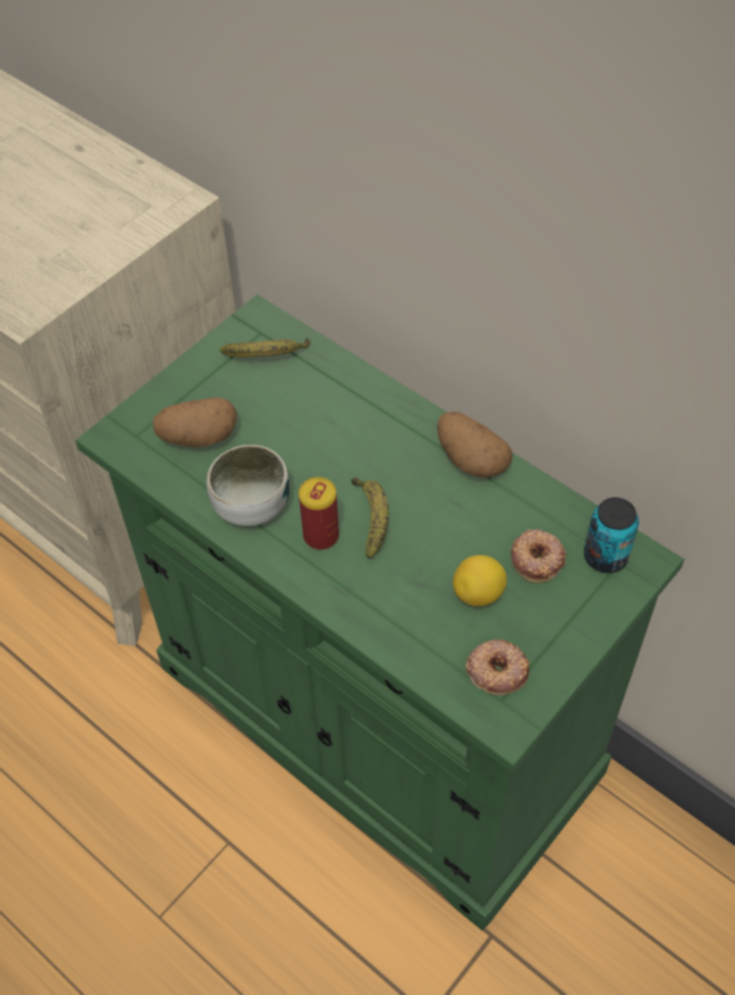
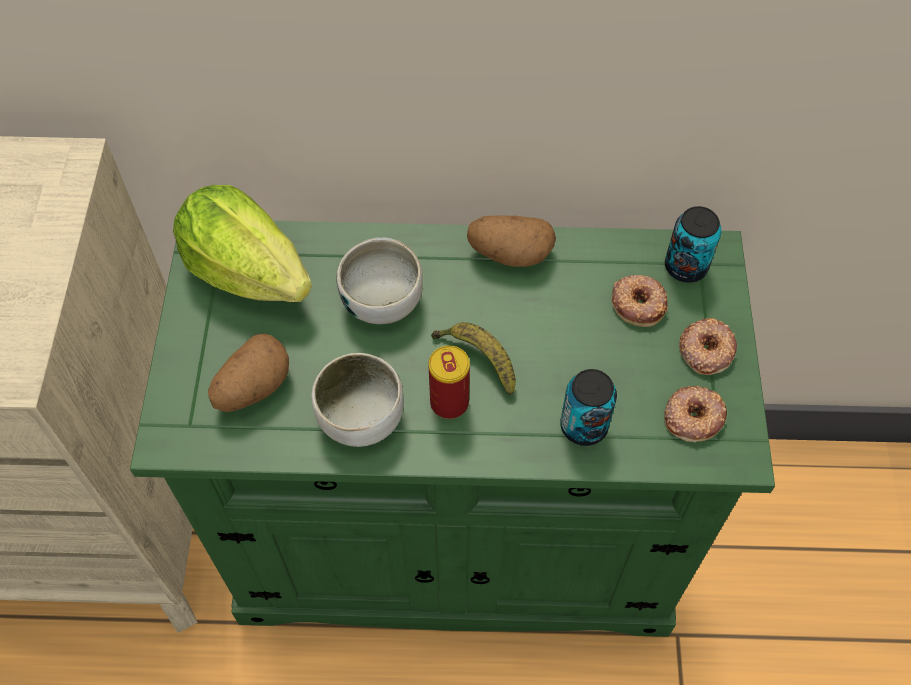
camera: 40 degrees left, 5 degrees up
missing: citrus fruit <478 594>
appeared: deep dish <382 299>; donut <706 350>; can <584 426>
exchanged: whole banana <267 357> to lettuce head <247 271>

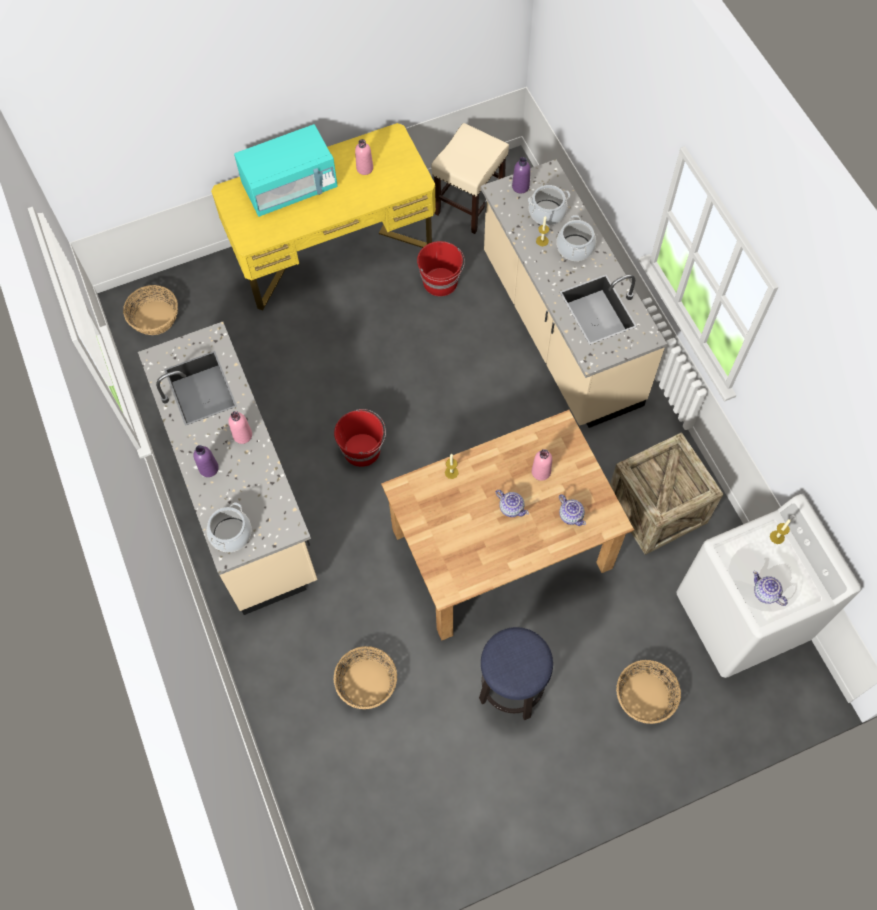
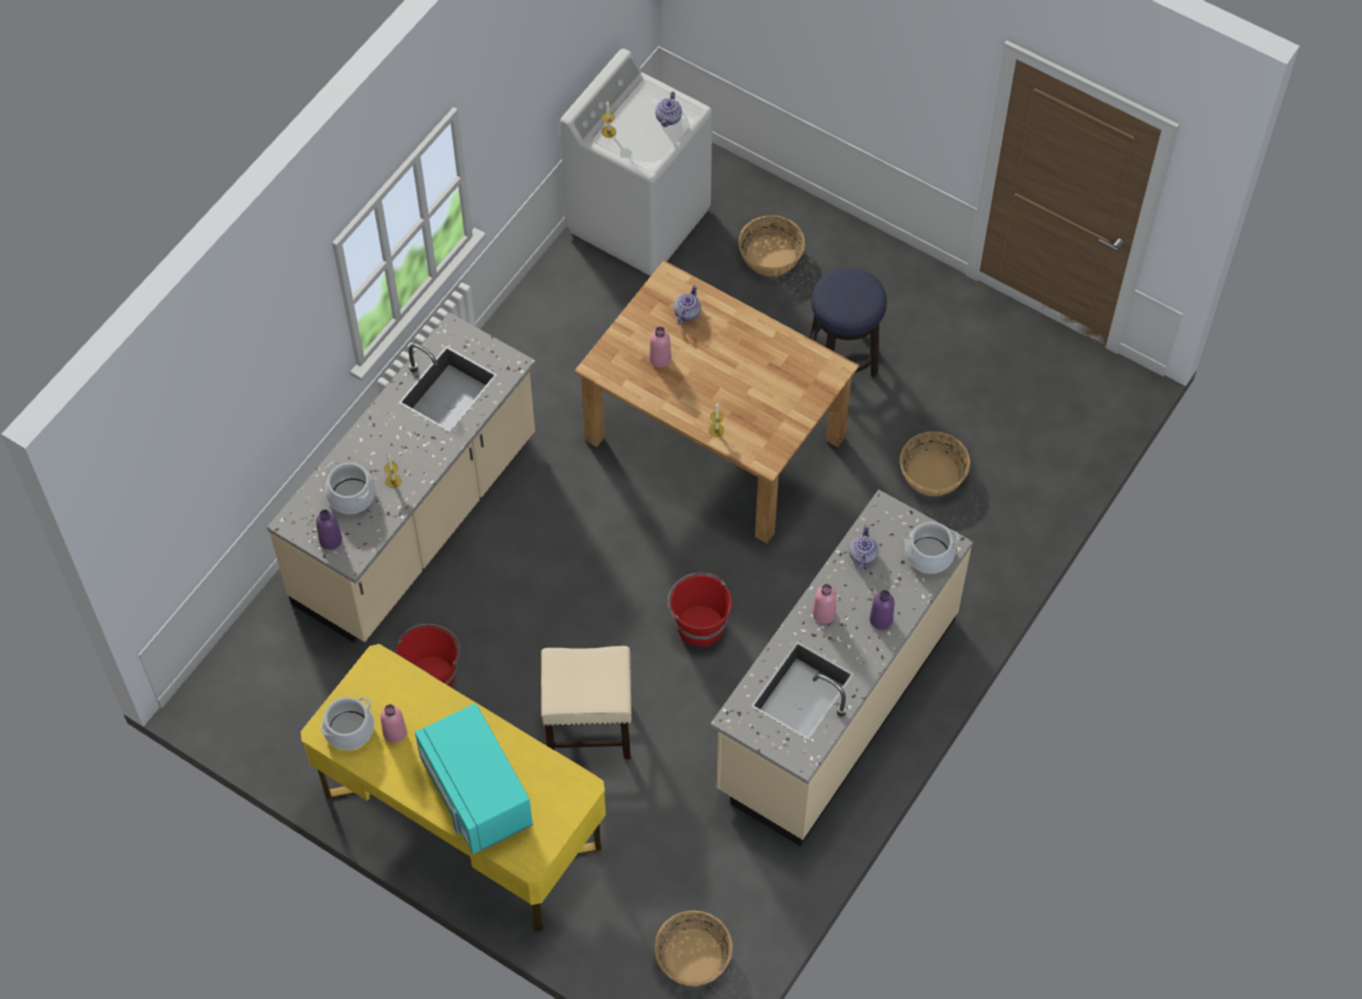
camera: 125 degrees left, 5 degrees down
missing: shipping crate <656 508>
relocated: sitting stool (beige-coloured) <469 205> to <590 728>; cooking pot <575 248> to <349 730>; tea pot <511 507> to <862 556>
spun: microwave (turquoise-coloured) <290 188> = <476 794> 150 degrees counterclockwise

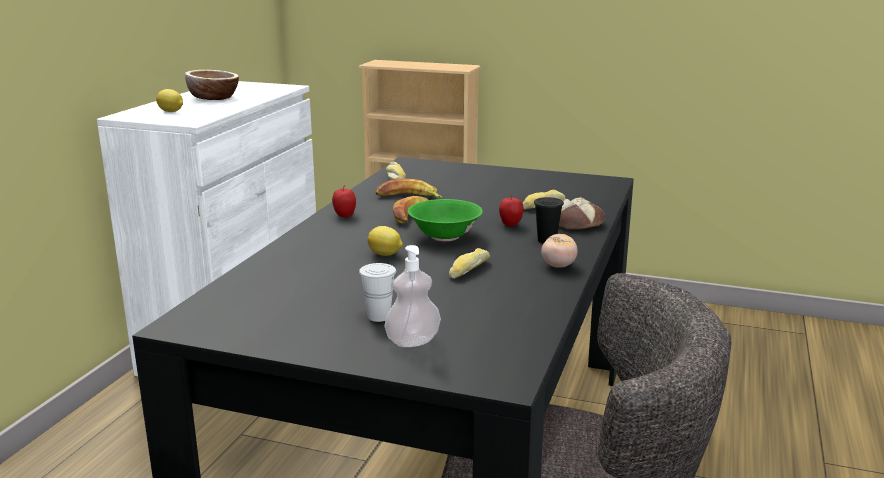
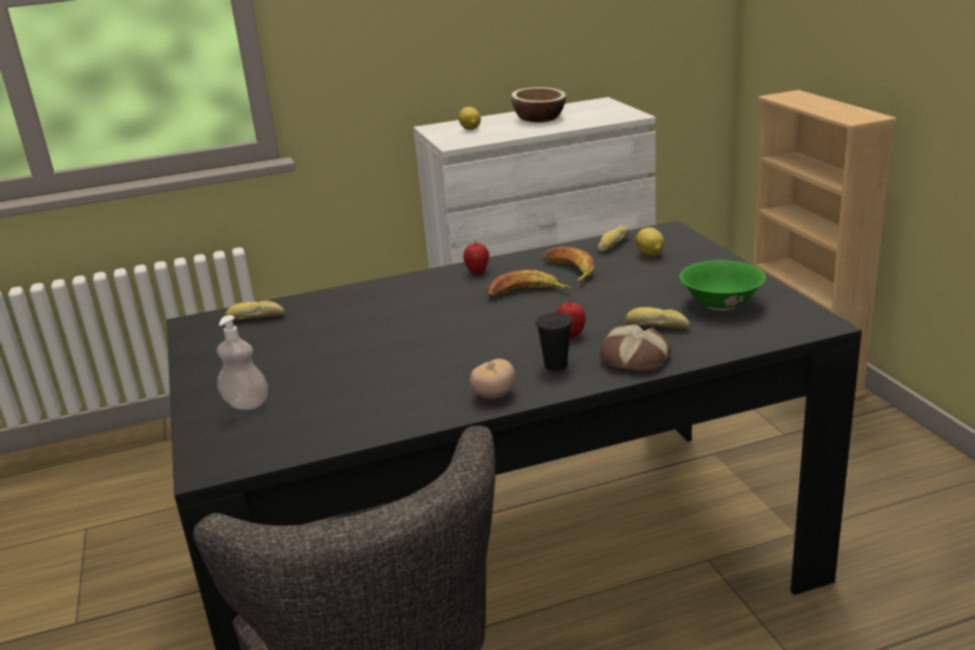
camera: 55 degrees right, 5 degrees up
missing: cup (white-coloured) <379 316>
relocated: deep dish (greenish) <445 236> to <721 304>; citrus fruit <385 254> to <650 254>; baked bread <468 269> to <256 317>

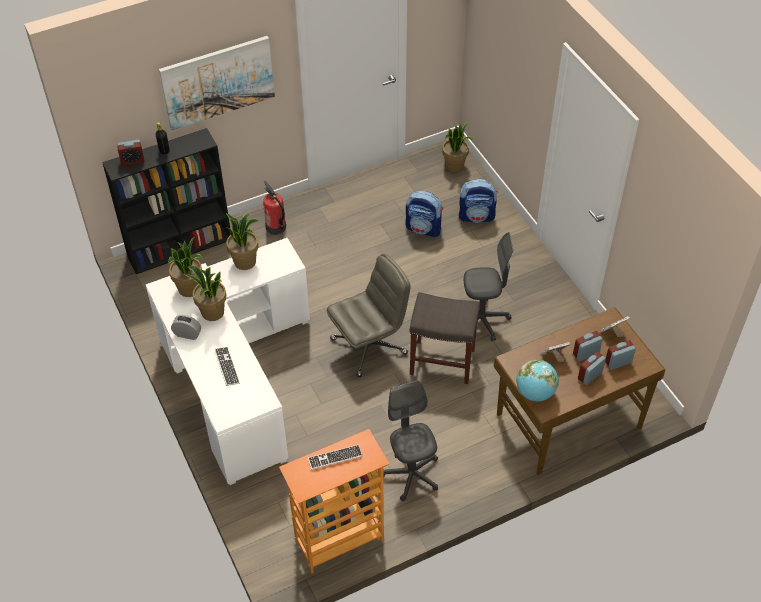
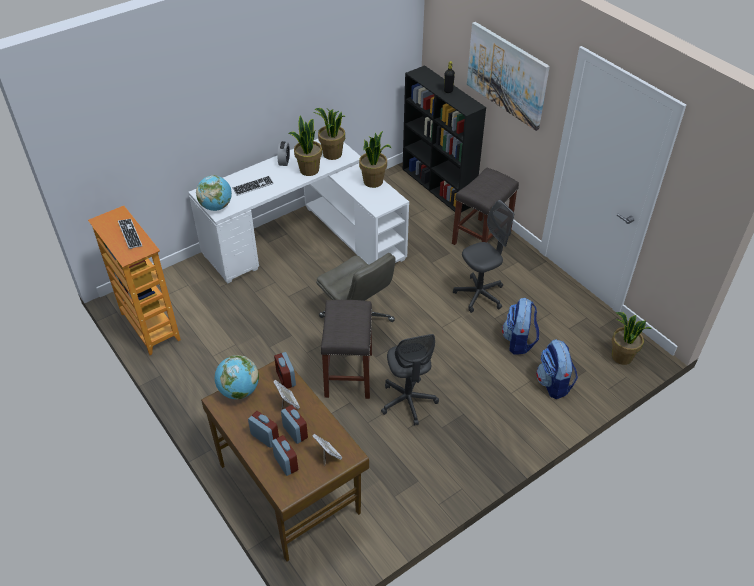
camera: 80 degrees right, 5 degrees down
appeared: world globe <216 206>
relocated: alarm clock <132 161> to <286 378>; computer chair (greyish) <411 474> to <479 295>
exchanged: extinguisher <276 227> to sitting stool (greyish) <481 238>

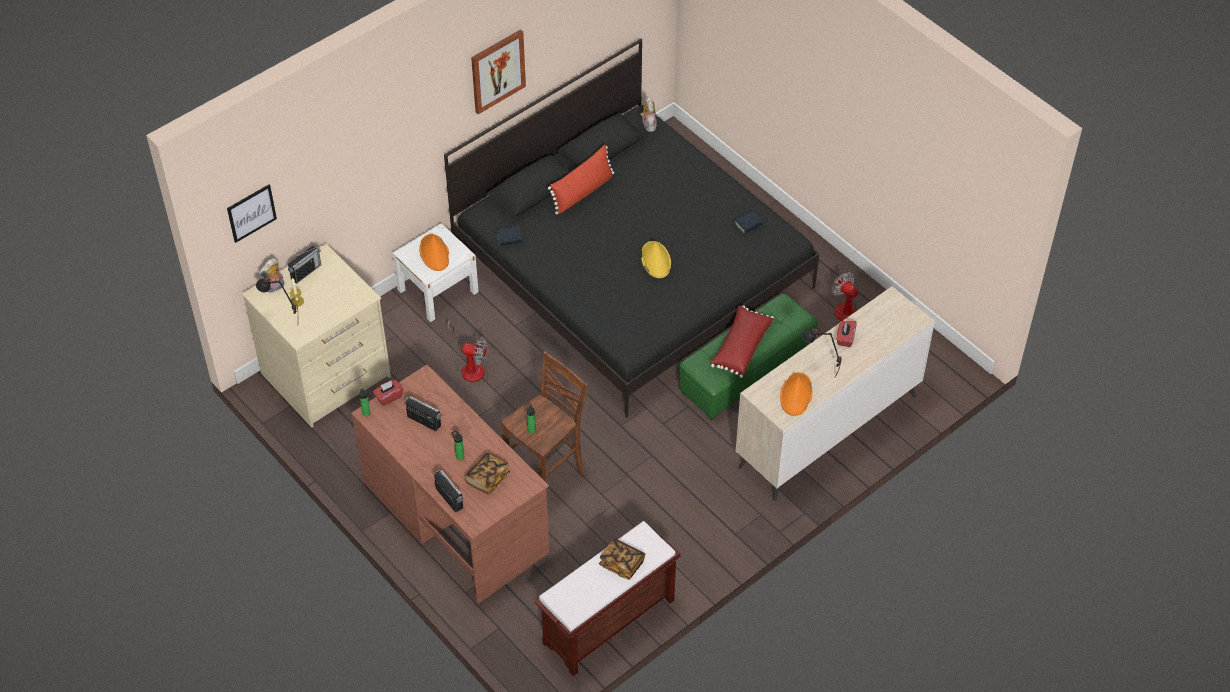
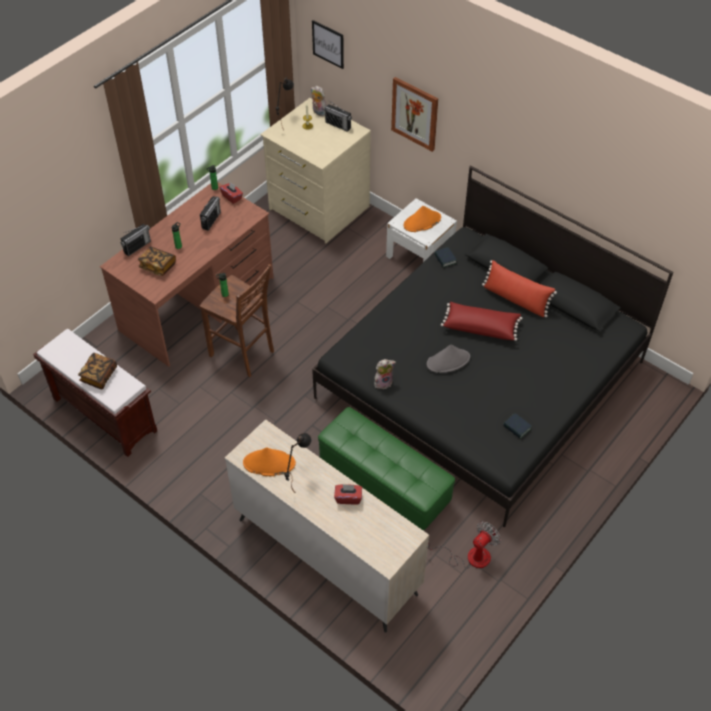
camera: 80 degrees right, 0 degrees up
missing: fan <469 366>
relocated: wall picture <497 71> to <415 113>; cuddly toy <648 125> to <383 382>; cushion (red-coloured) <740 347> to <480 326>
colour: clothing hat (yellowish) <655 260> to clothing hat (greyish) <448 361>

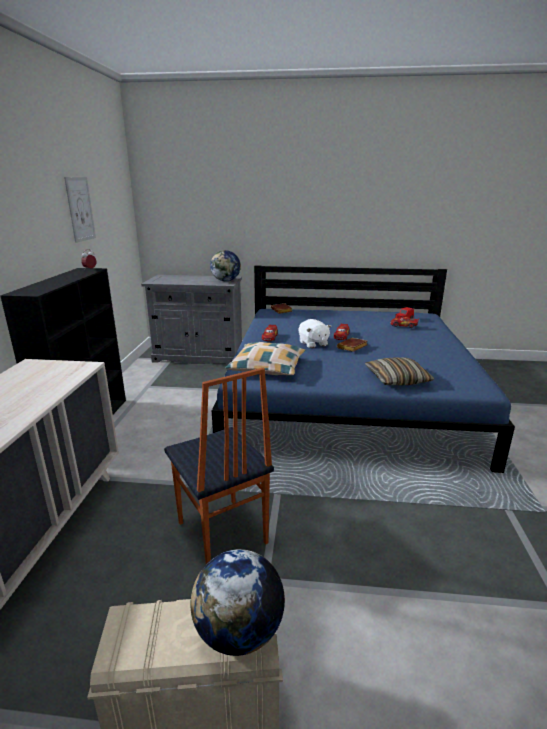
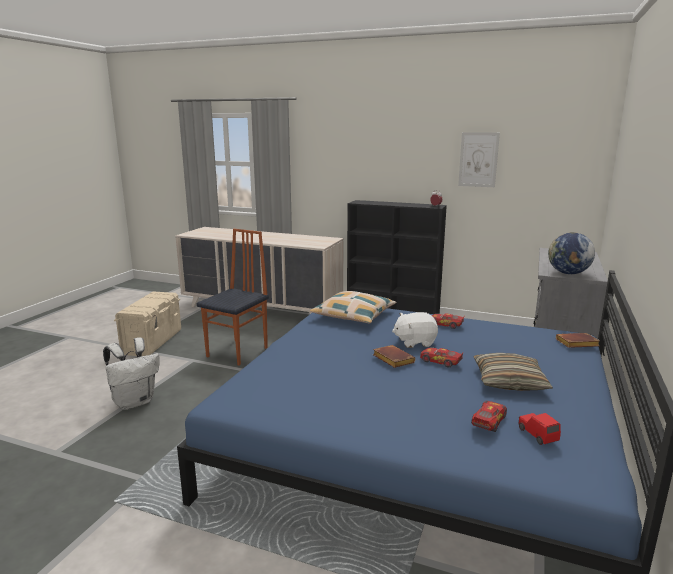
camera: 105 degrees right, 5 degrees down
missing: world globe <239 632>
appeared: knapsack (white-coloured) <135 402>
relocated: cushion <397 379> to <509 381>
spun: plain chair <221 534> = <238 352> 135 degrees clockwise

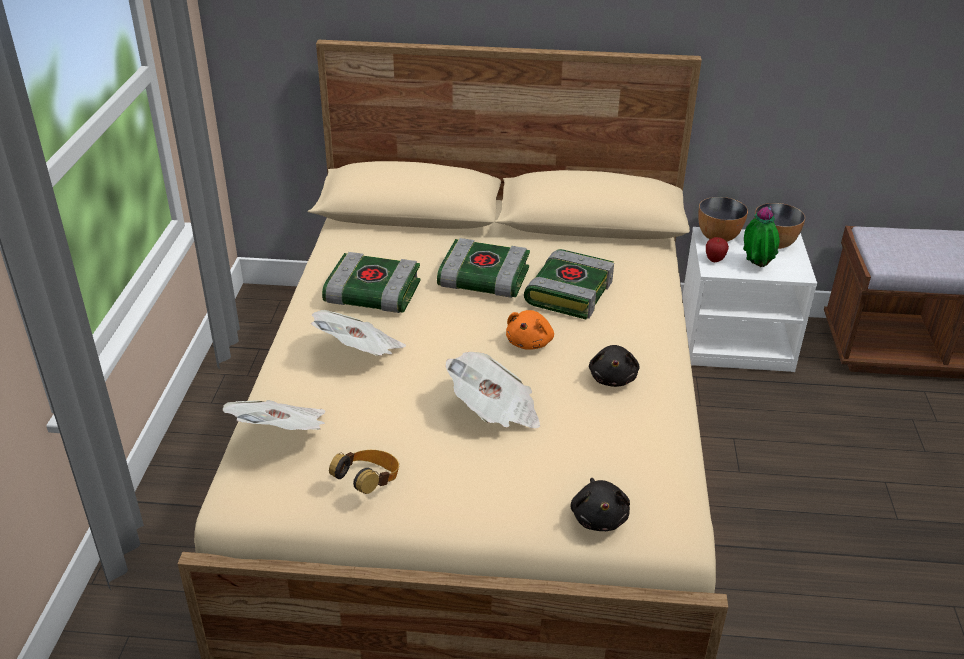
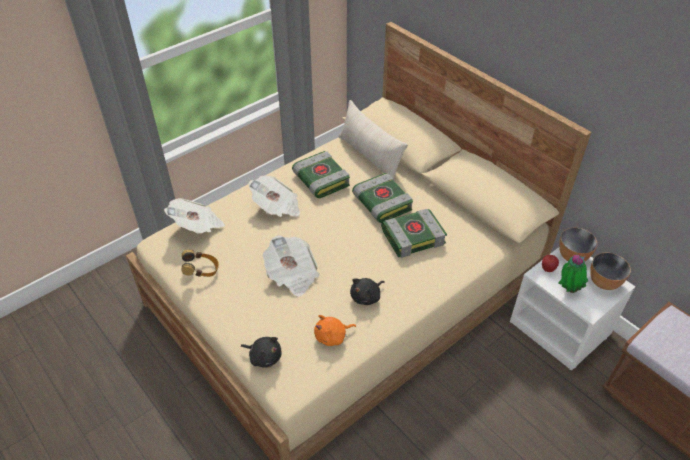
camera: 45 degrees right, 10 degrees up
appeared: cushion (beige-coloured) <370 156>
relocated: cuddly toy (orange) <530 342> to <332 336>
spun: cuddly toy (black-coloured) <599 517> = <264 357> 105 degrees counterclockwise

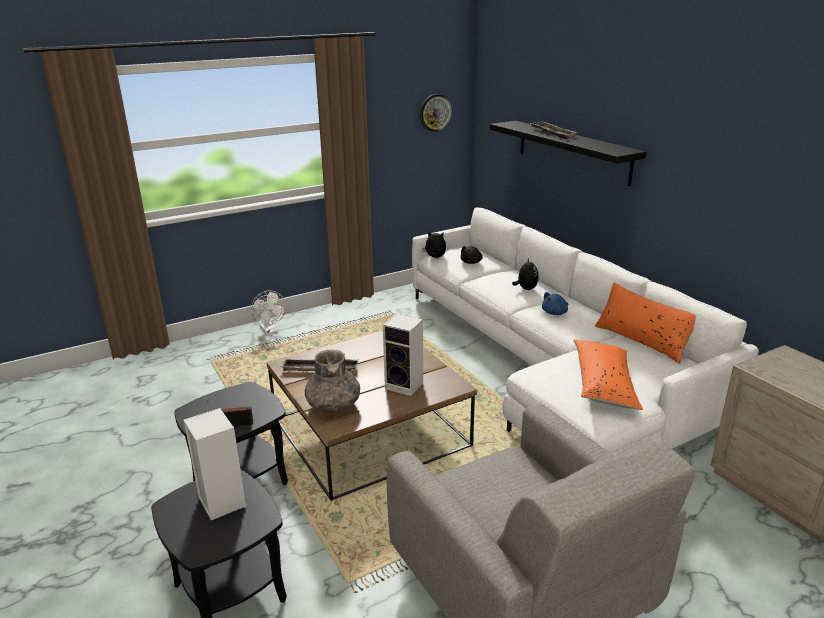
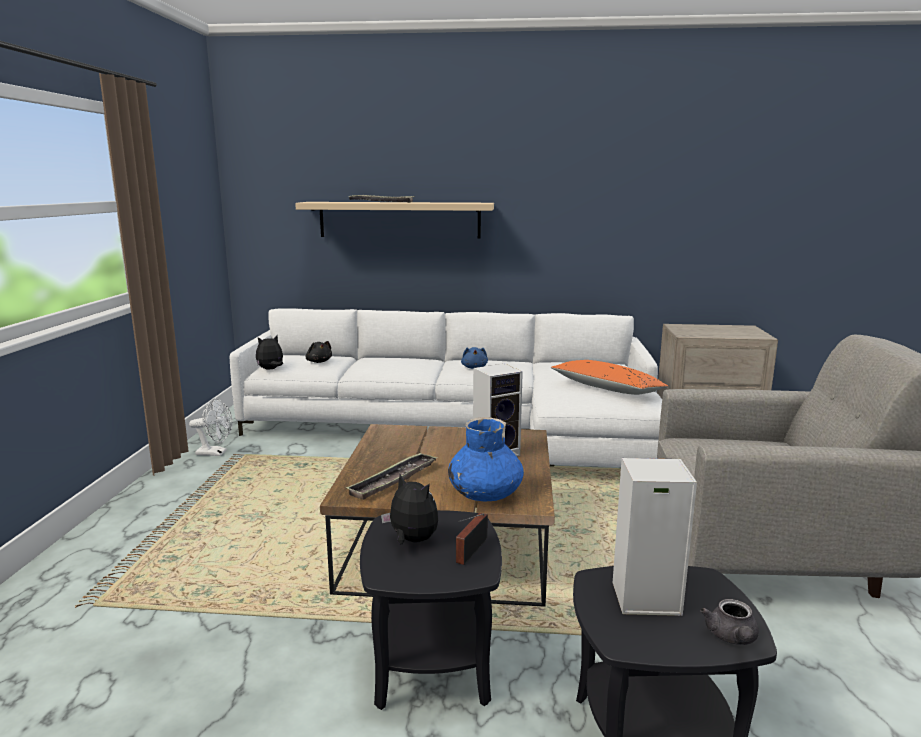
camera: 55 degrees left, 10 degrees down
missing: hanging clock <435 112>; cushion (orange) <642 340>
appeared: tea pot (greyish) <732 638>
relocated: cuddly toy <525 289> to <411 541>; fan (white-coloured) <270 331> to <216 453>
colour: wall shelf (black-coloured) <572 151> to wall shelf (beige-coloured) <399 220>; decorative vase (greyish) <333 405> to decorative vase (bluish) <485 493>

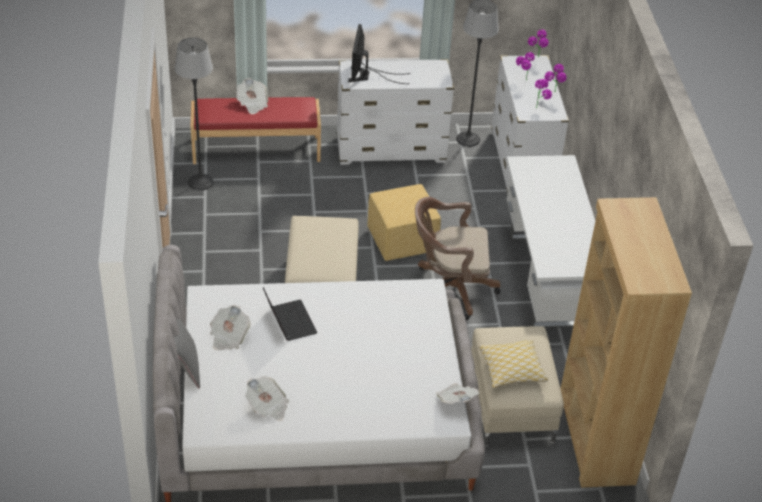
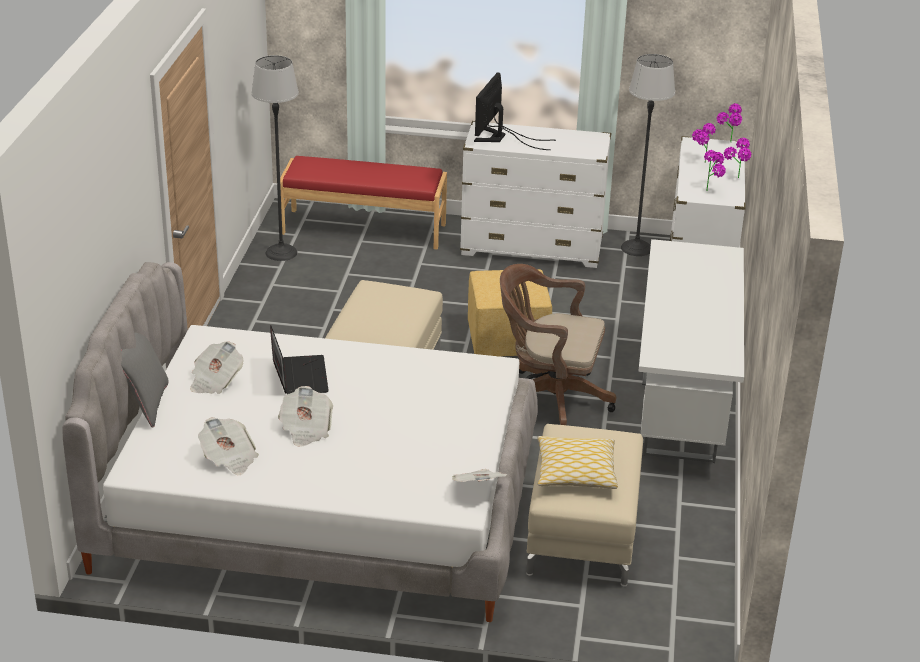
camera: 15 degrees right, 10 degrees down
missing: bookcase (brownish) <595 437>
relocated: printed paper <252 104> to <306 429>

